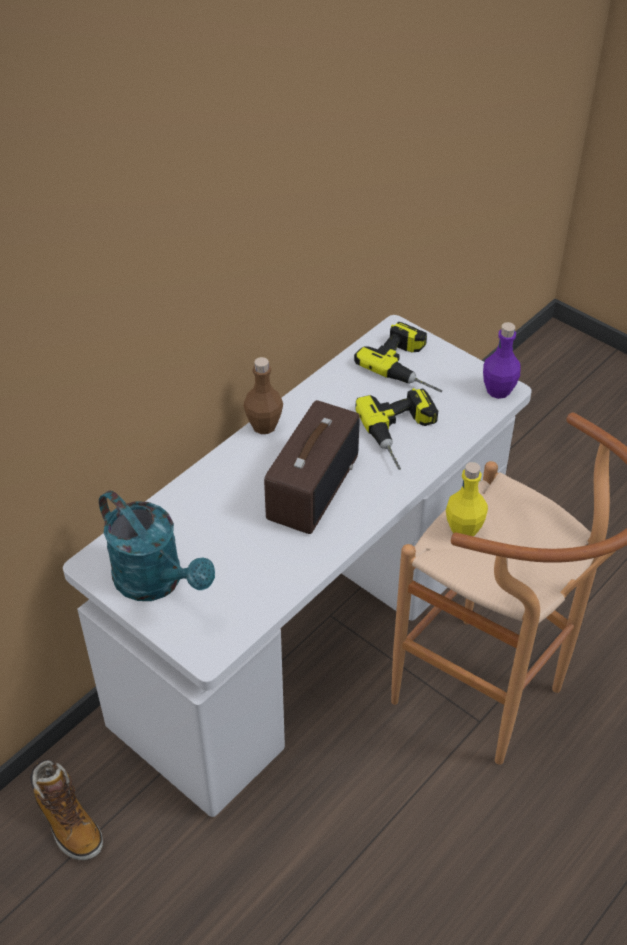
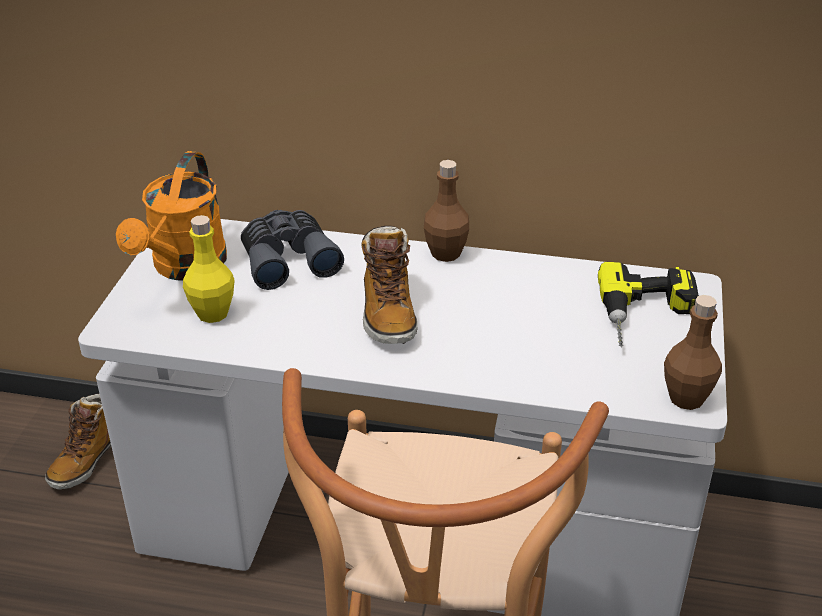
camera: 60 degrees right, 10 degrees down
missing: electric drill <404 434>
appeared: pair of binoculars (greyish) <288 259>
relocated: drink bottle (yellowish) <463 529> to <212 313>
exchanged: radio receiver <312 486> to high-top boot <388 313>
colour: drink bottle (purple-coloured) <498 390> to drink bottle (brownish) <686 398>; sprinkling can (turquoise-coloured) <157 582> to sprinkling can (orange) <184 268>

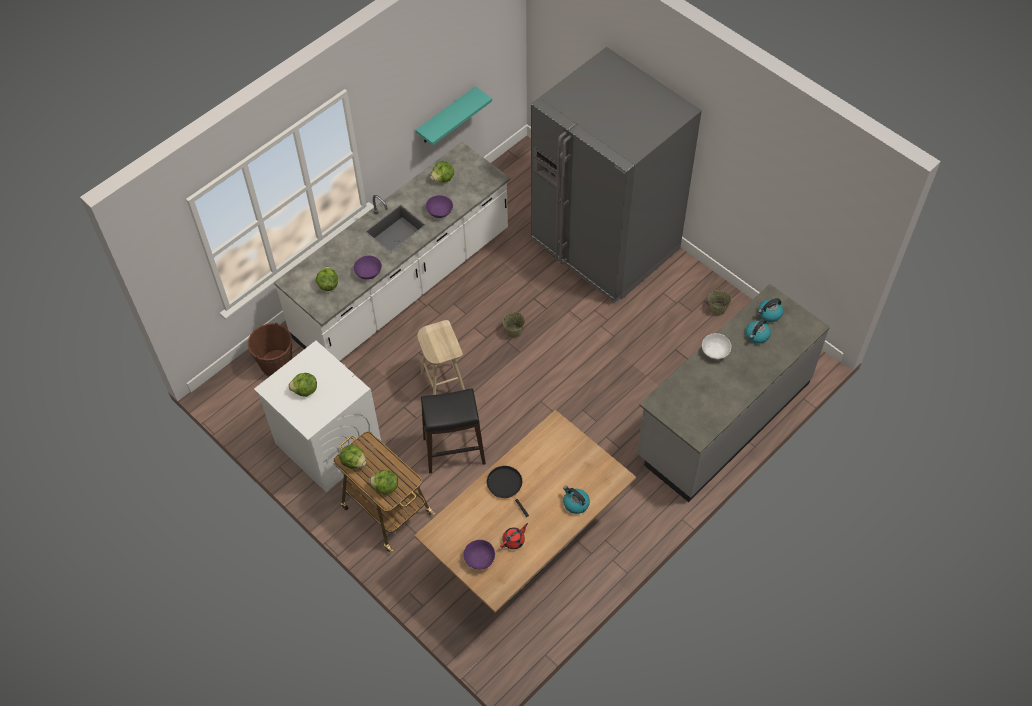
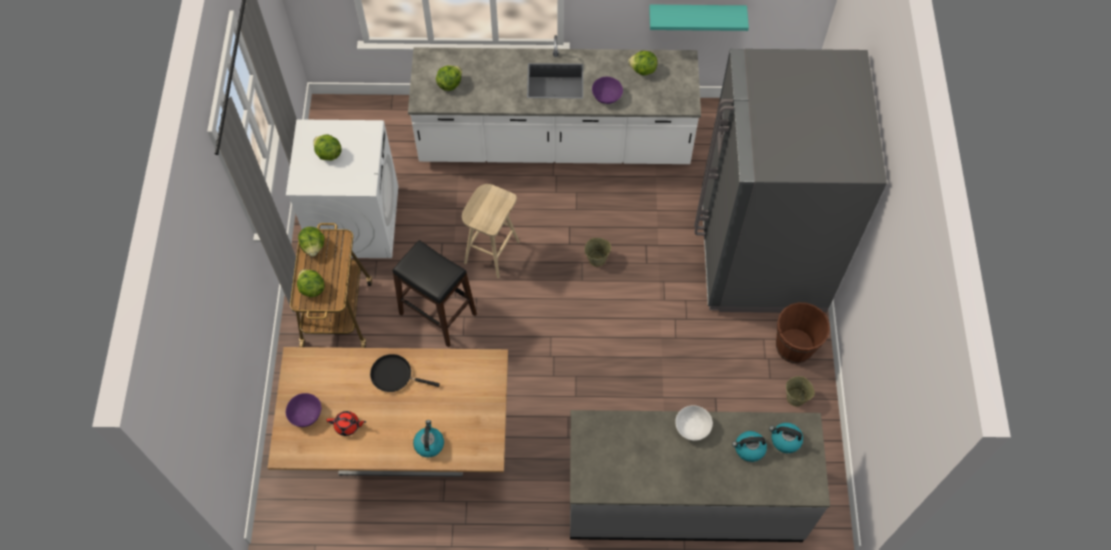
camera: 45 degrees right, 5 degrees up
missing: deep dish (purple-coloured) <368 272>
relocated: bucket (brownish) <276 364> to <794 346>
spun: pan (black-coloured) <506 486> = <394 375> 90 degrees counterclockwise

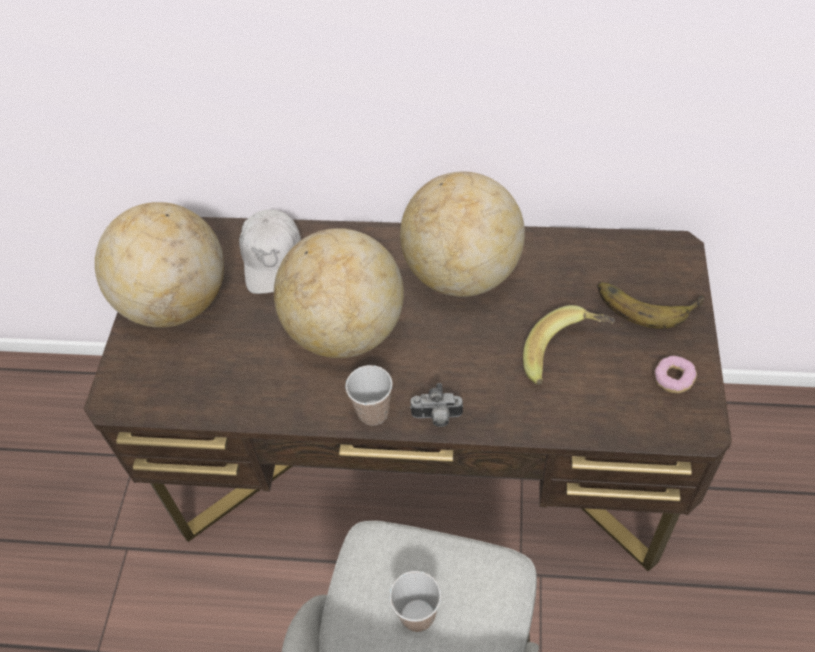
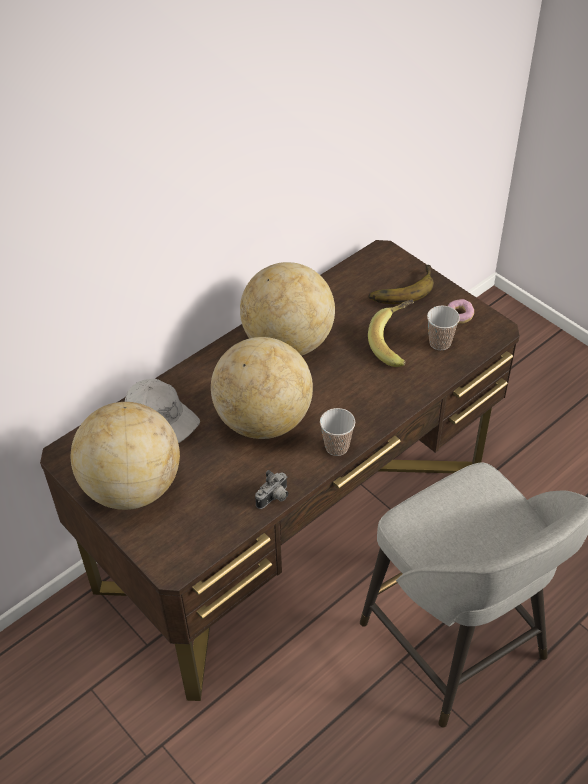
camera: 50 degrees left, 5 degrees down
relocated: photo camera <437 418> to <274 498>; cup <417 615> to <440 343>

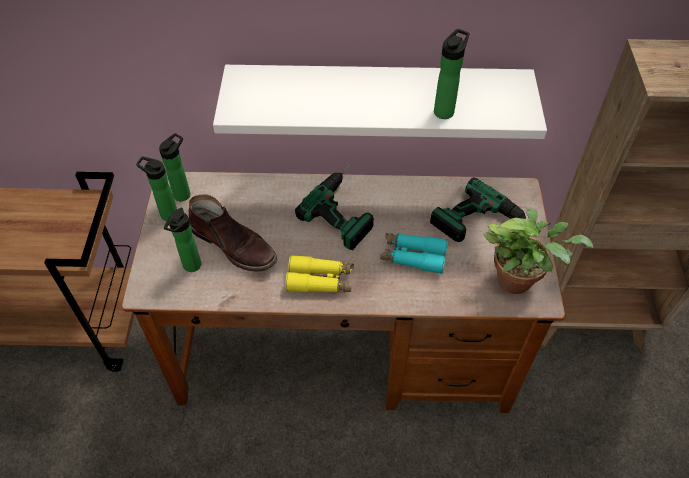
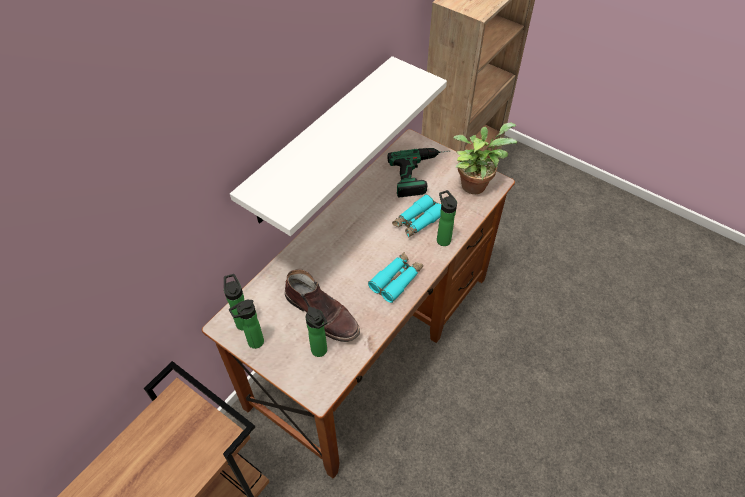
camera: 55 degrees left, 0 degrees up
missing: electric drill <346 207>
relocated: drink bottle <445 110> to <442 239>
colour: pair of binoculars (yellowish) <320 280> to pair of binoculars (turquoise-coloured) <396 280>
spun: high-top boot (brownish) <234 244> = <323 313> 60 degrees clockwise

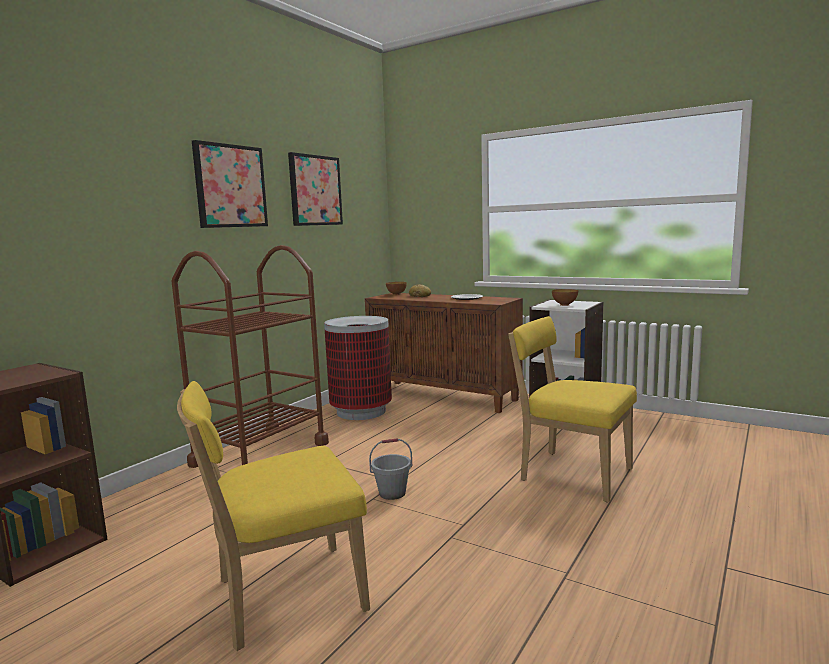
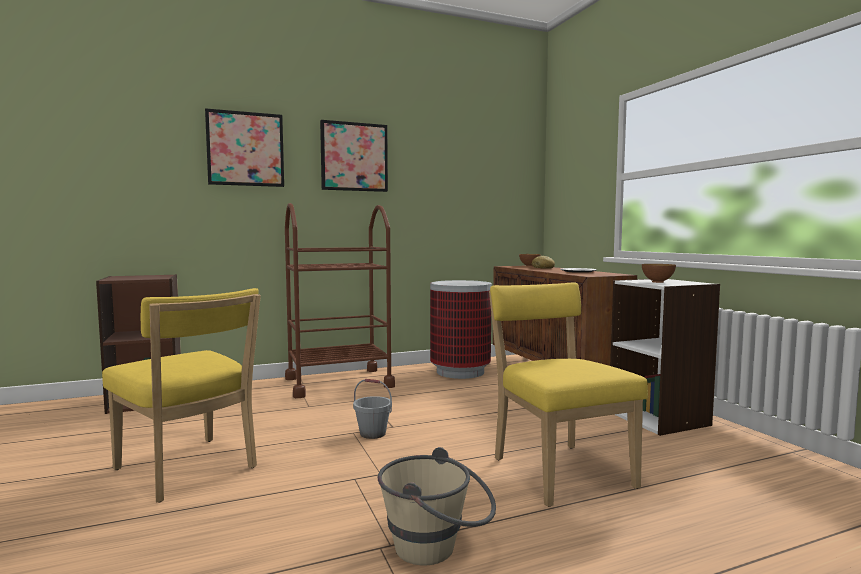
camera: 35 degrees right, 5 degrees down
appeared: bucket (beige-coloured) <437 549>
relocated: wall picture <315 190> to <245 149>
spun: plain chair (yellowish) <283 596> = <189 470> 150 degrees counterclockwise

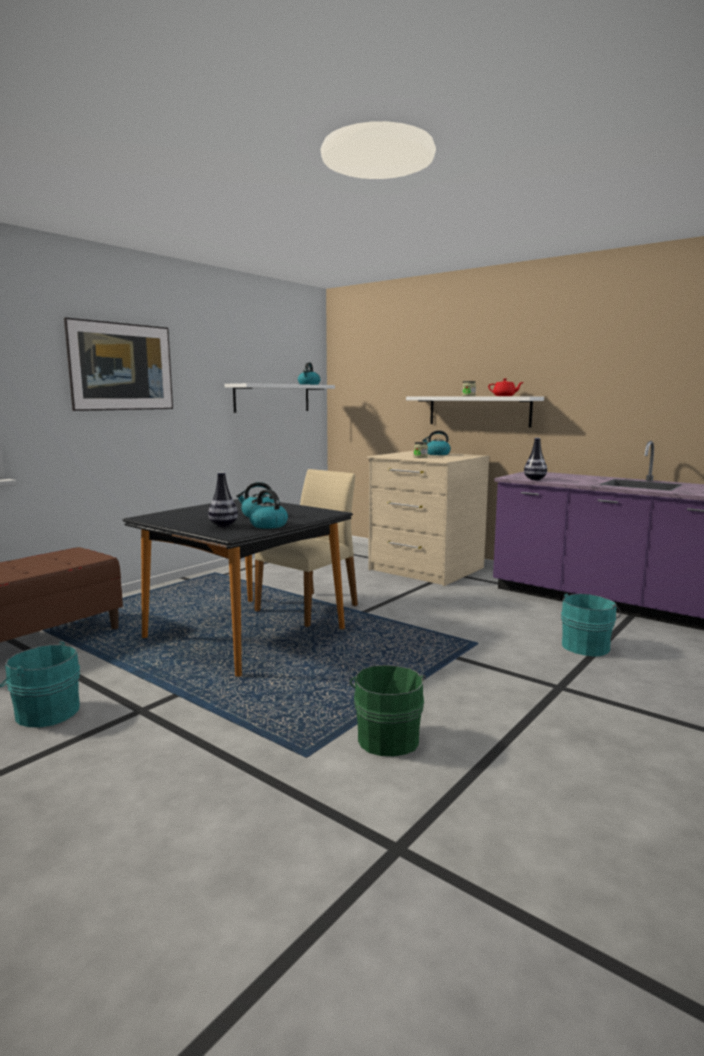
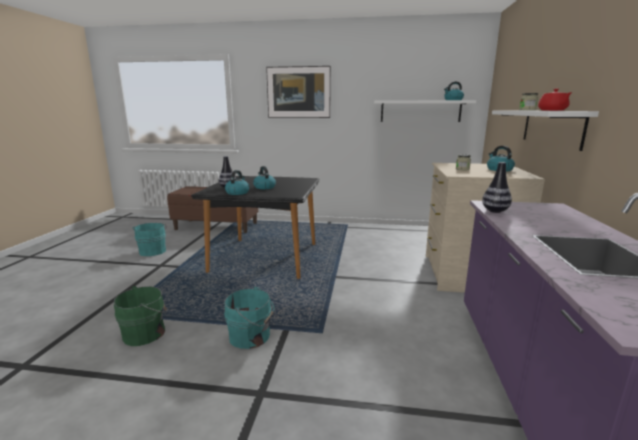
camera: 60 degrees right, 5 degrees up
missing: plain chair (beige-coloured) <309 608>
relocated: bucket (turquoise-coloured) <586 646> to <251 336>

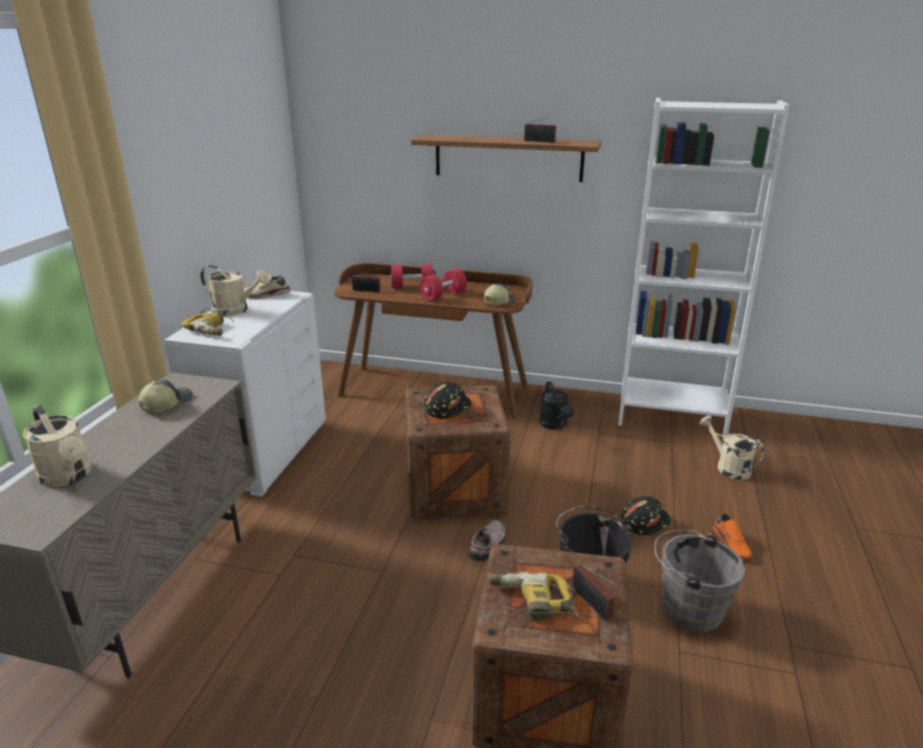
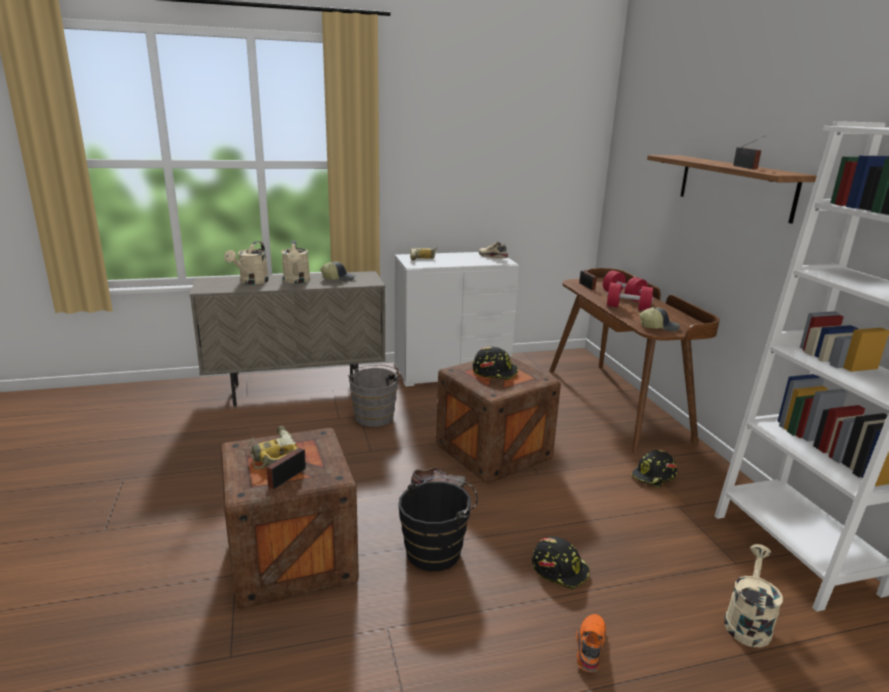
camera: 60 degrees right, 5 degrees down
relocated: sprinkling can (beige-coloured) <236 310> to <297 281>; bucket (greyish) <687 607> to <375 416>
exchanged: sprinkling can (black-coloured) <555 425> to hard hat (black-coloured) <654 477>
spun: low shoe (orange) <732 544> = <589 646> 150 degrees clockwise

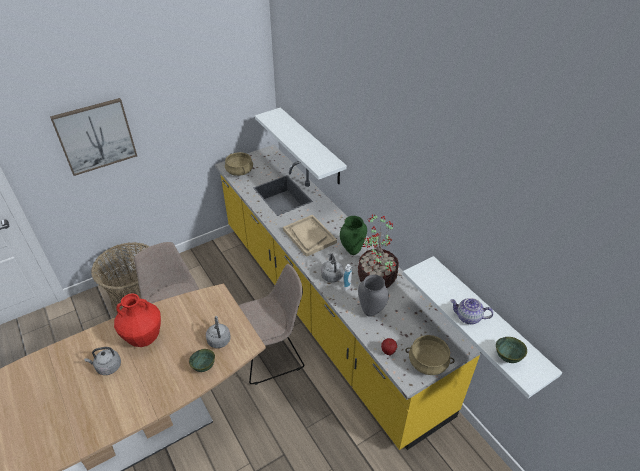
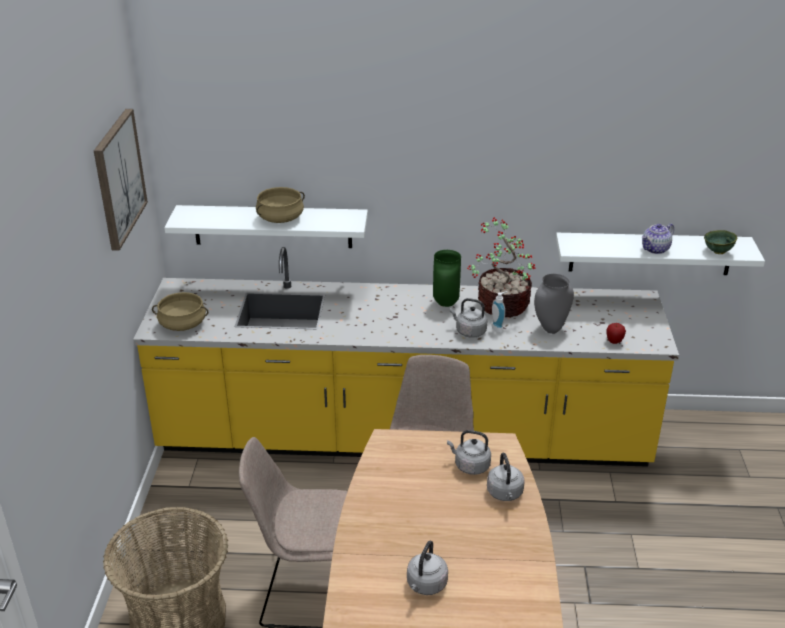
camera: 55 degrees left, 10 degrees down
missing: tray (beige-coloured) <309 236>; decorative vase (red-coloured) <144 338>
relocated: wall picture <95 136> to <118 178>; cooking pot (beige-coloured) <427 362> to <280 218>
exchanged: deep dish (greenish) <203 367> to tea kettle (greyish) <505 494>

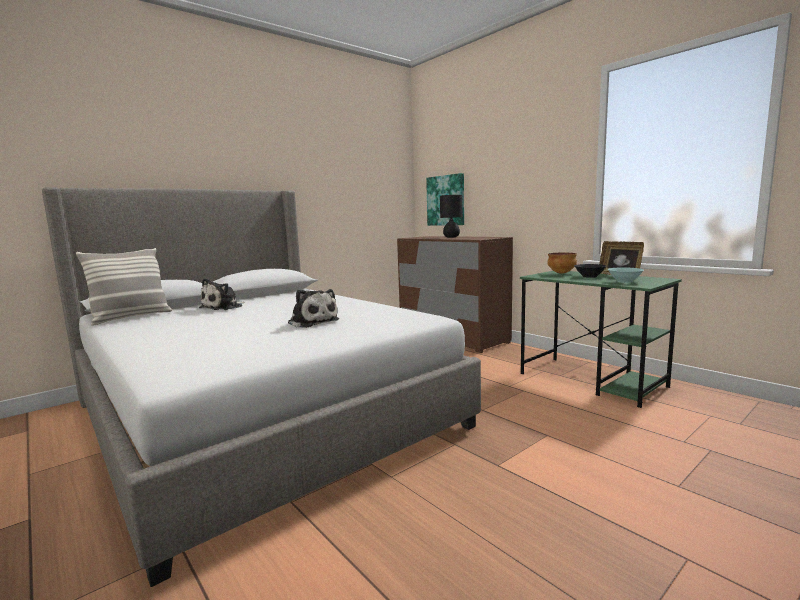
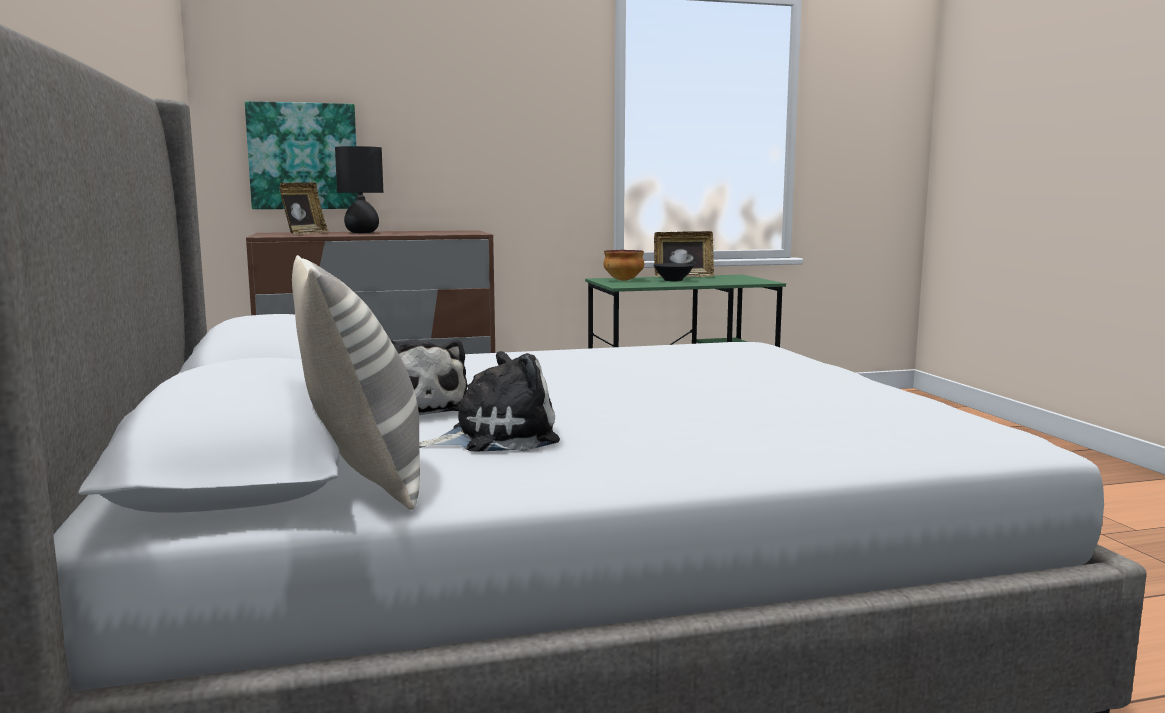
camera: 65 degrees left, 0 degrees up
missing: deep dish (turquoise-coloured) <624 281>
appeared: photo frame <304 234>
relocated: cuddly toy <312 322> to <496 437>

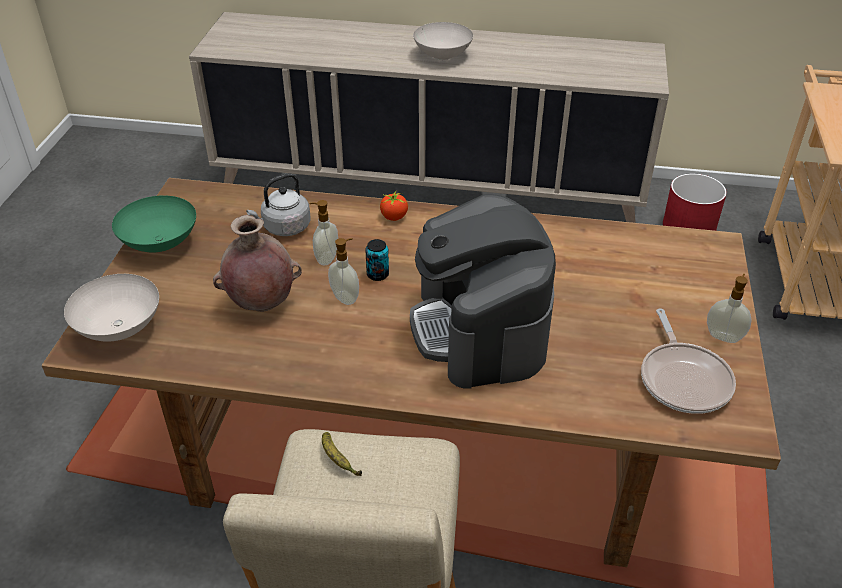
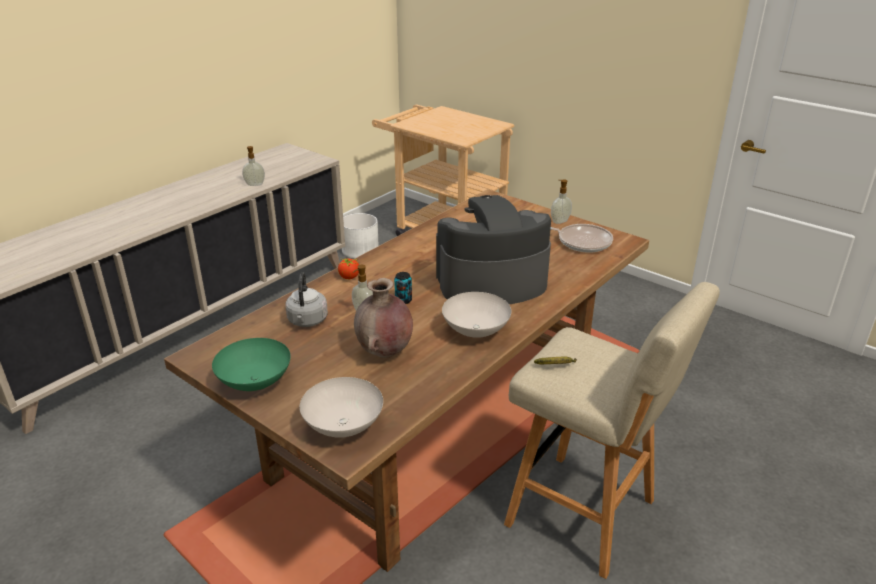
camera: 60 degrees left, 10 degrees down
relocated: deep dish (white-coloured) <442 55> to <474 331>; liquid soap bottle <346 297> to <255 184>
colour: planter (red-coloured) <689 226> to planter (white-coloured) <360 250>
spun: coffee brewer <480 329> = <490 282> 150 degrees clockwise

